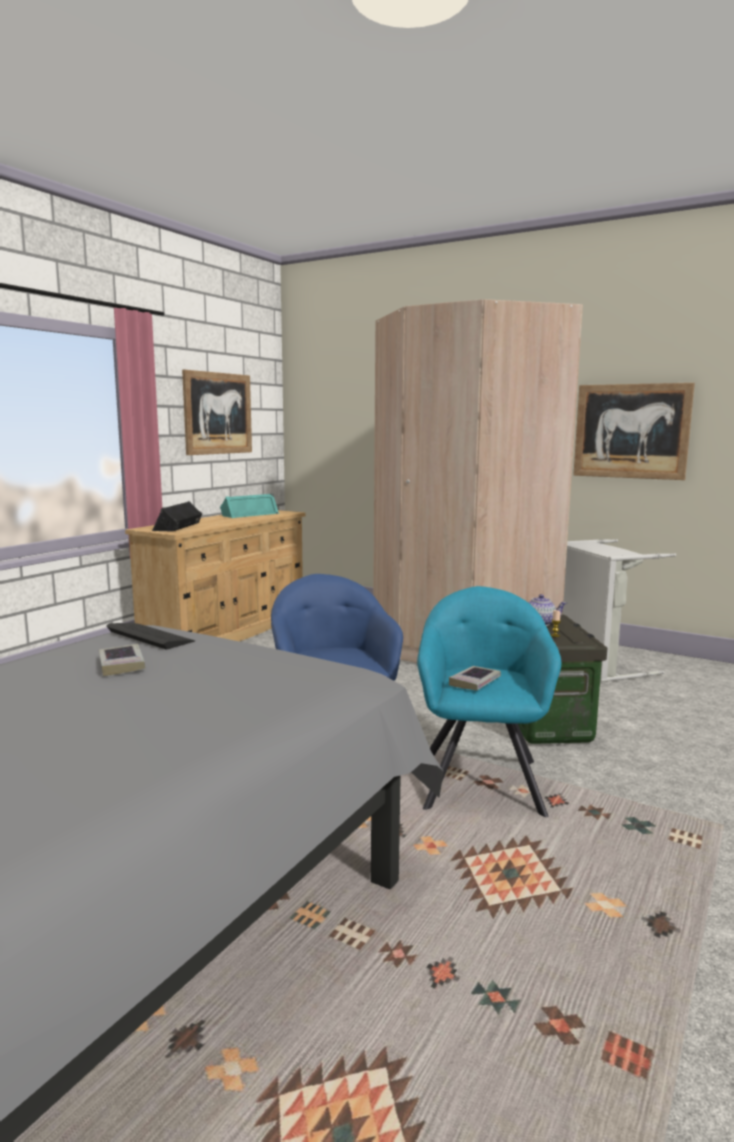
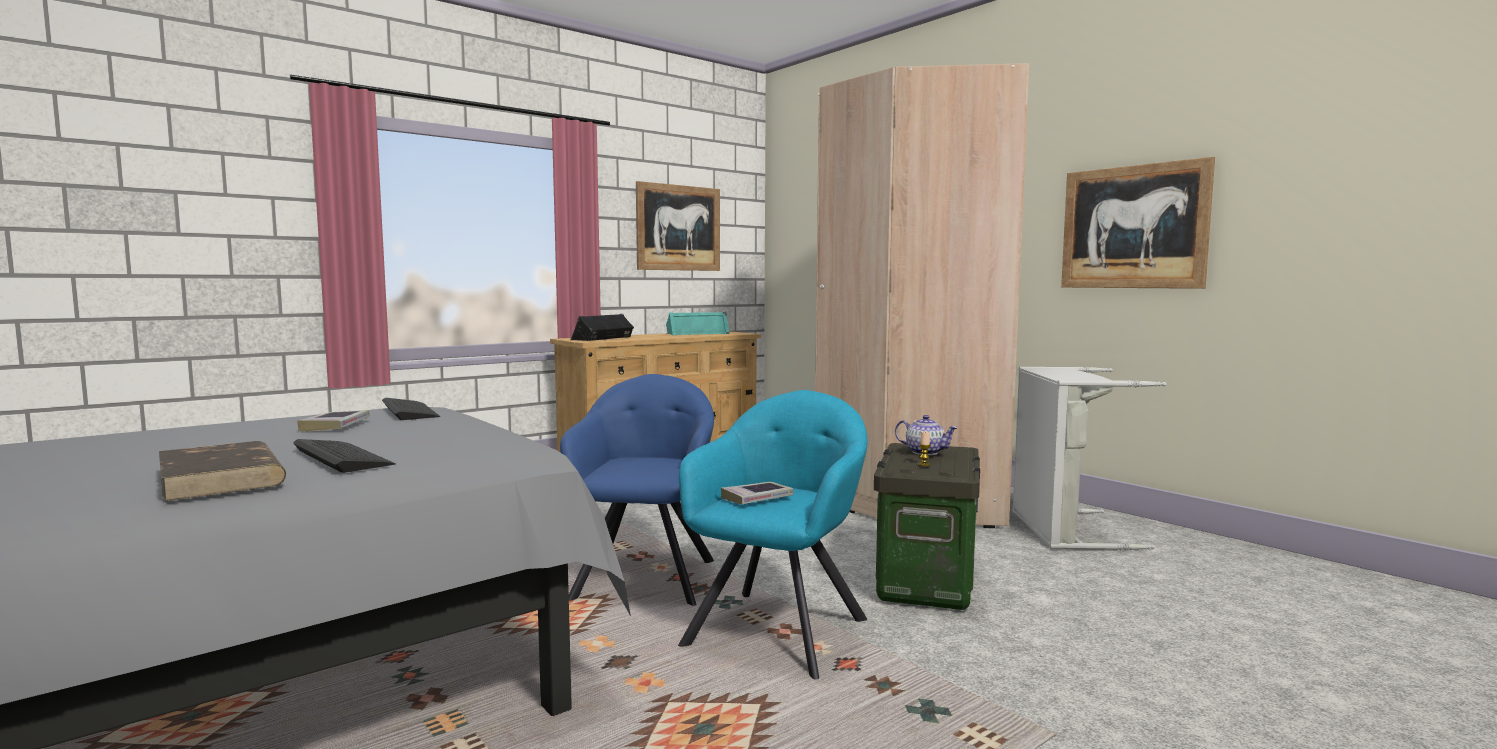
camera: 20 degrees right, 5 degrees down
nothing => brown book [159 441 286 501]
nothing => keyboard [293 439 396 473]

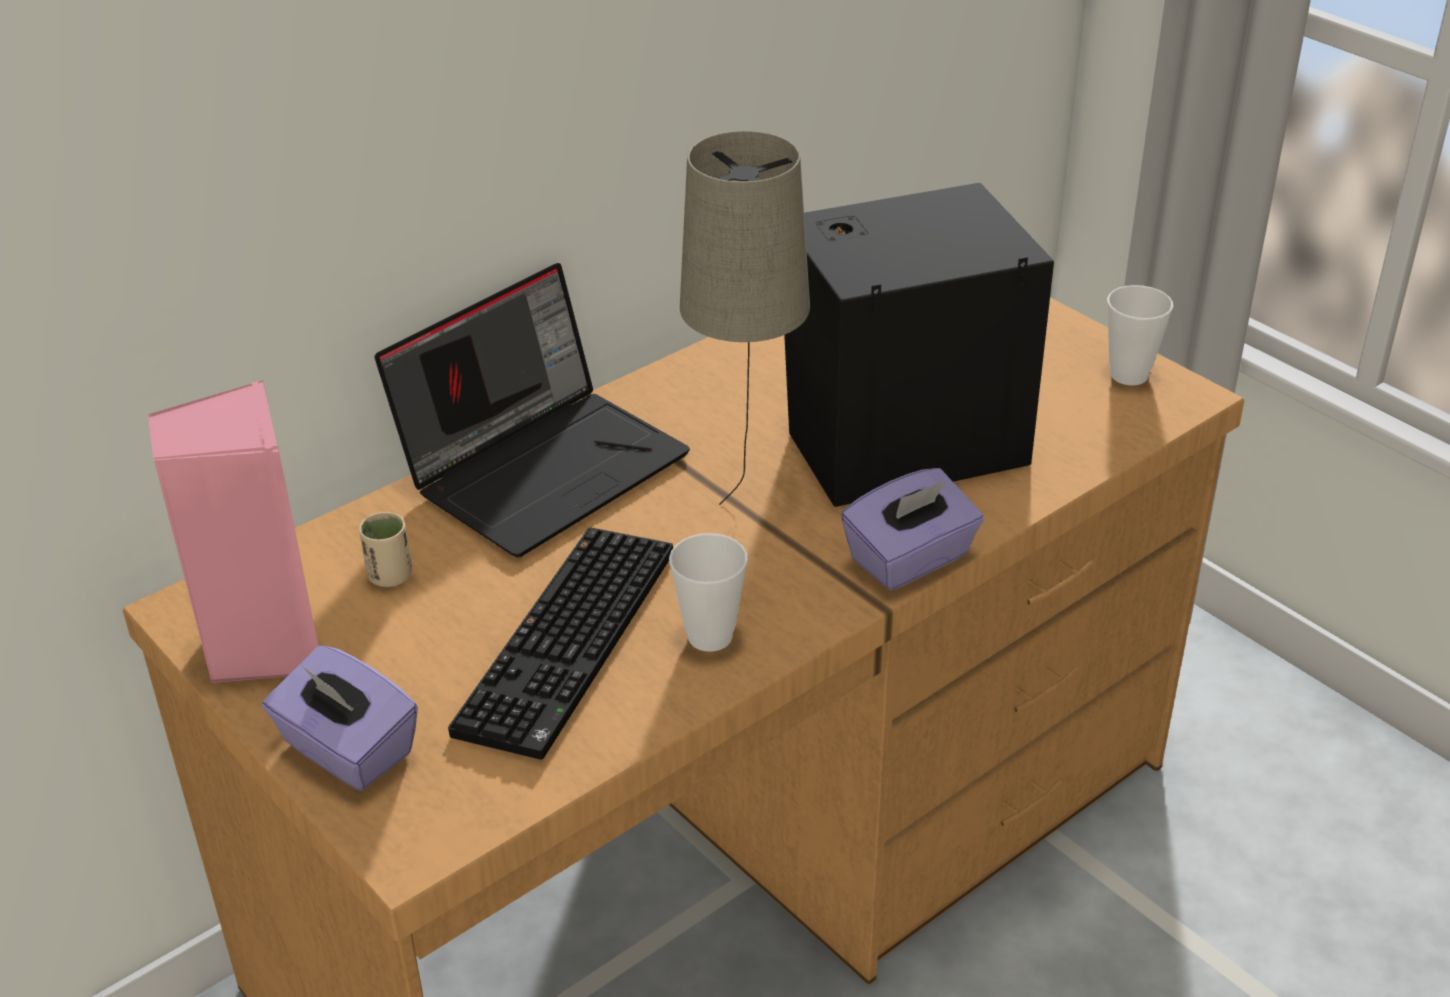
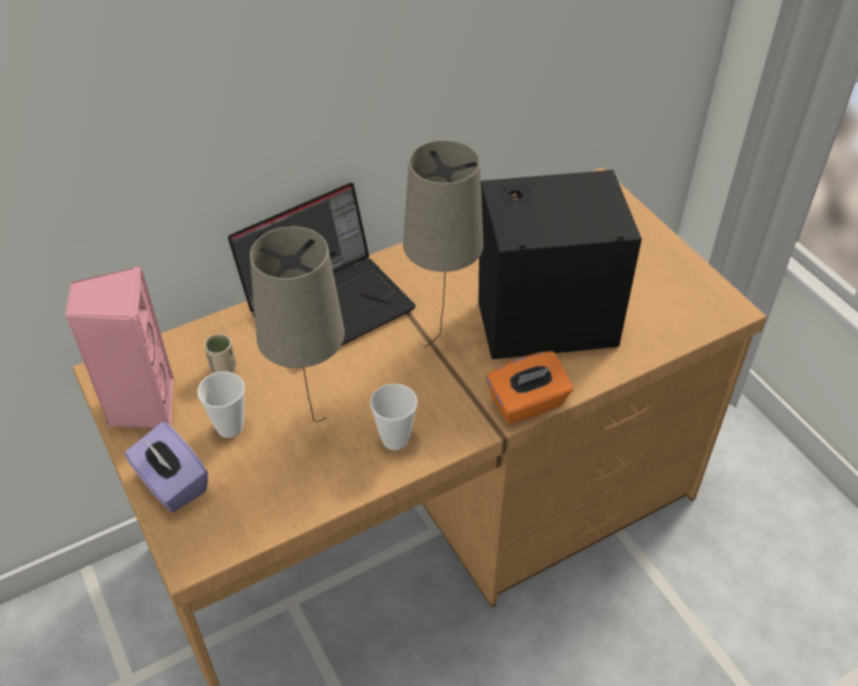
camera: 10 degrees right, 10 degrees up
cup [1107 285 1173 385] => cup [197 371 245 438], relocated
keyboard [448 527 673 760] => beige table lamp [250 226 345 422]
purple tissue box [841 468 984 590] => orange tissue box [486 351 573 425]

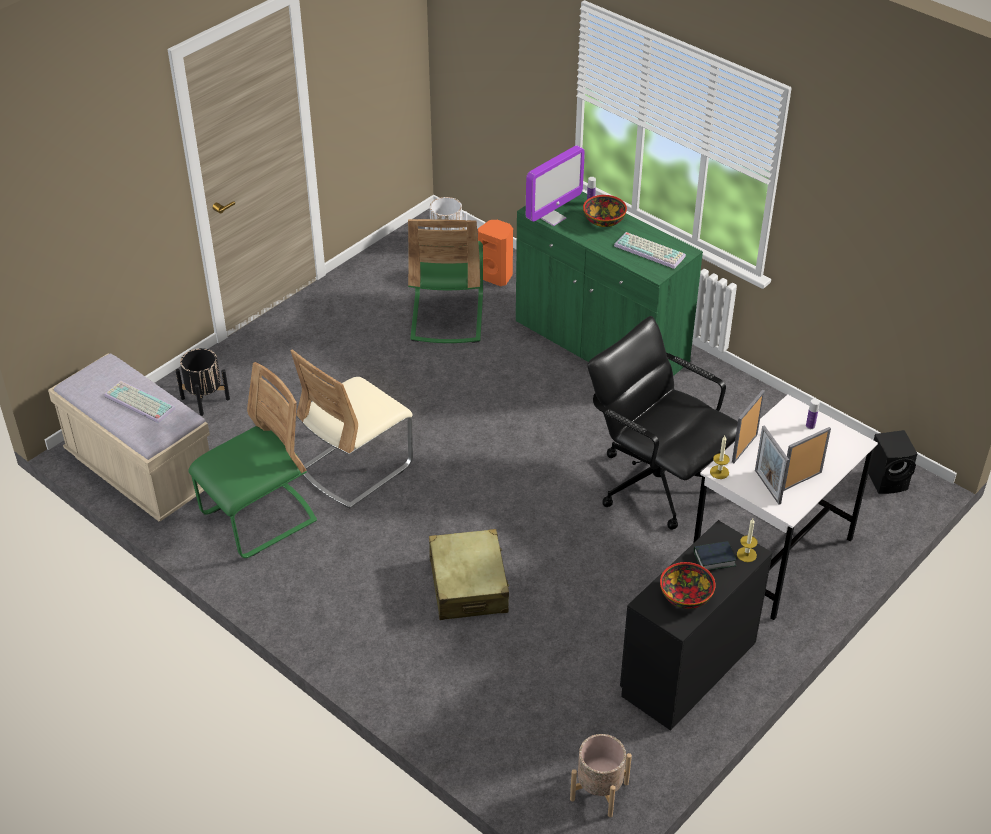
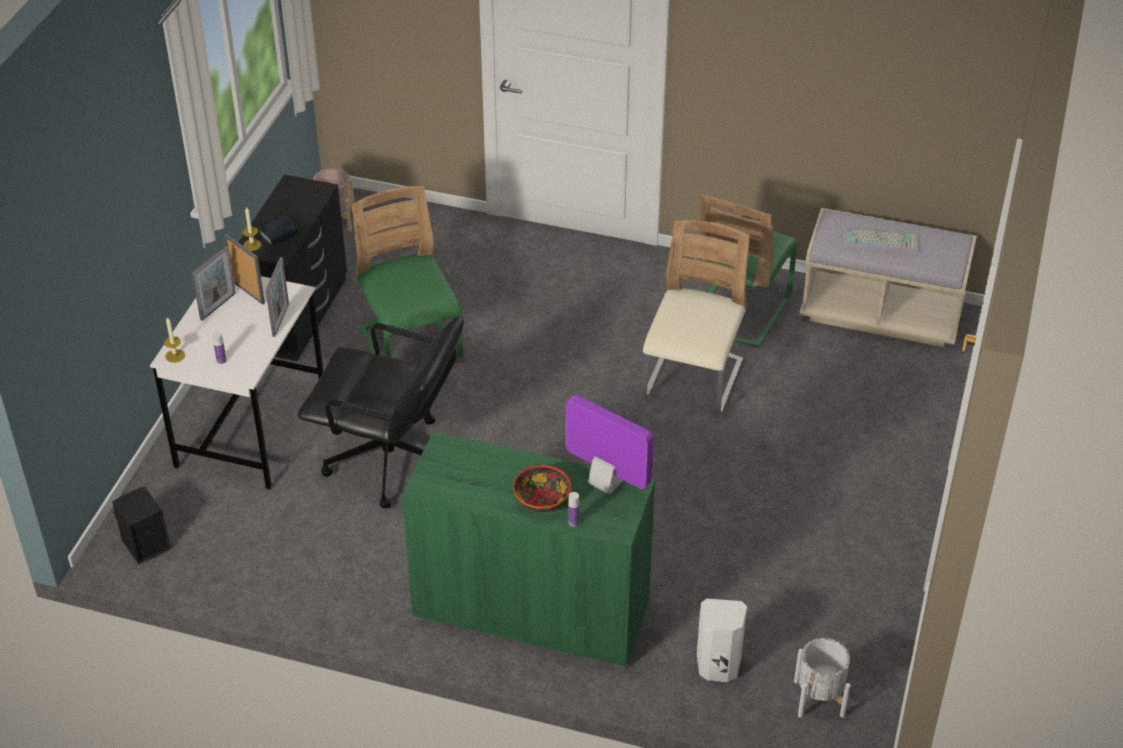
camera: 155 degrees right, 0 degrees up
black planter [175 348 230 416] => nothing
beige suitcase [429 529 509 620] => nothing
keyboard [614 232 686 269] => nothing
bowl [660 562 716 609] => nothing
green chair [408 219 483 343] => green chair [352 186 463 358], relocated
candle [710 436 730 479] => candle [164 317 185 363], relocated
orange speaker [478 220 513 286] => white speaker [697 599 747 682]
monitor [526 145 585 226] => monitor [566 395 654 494], 105 degrees clockwise

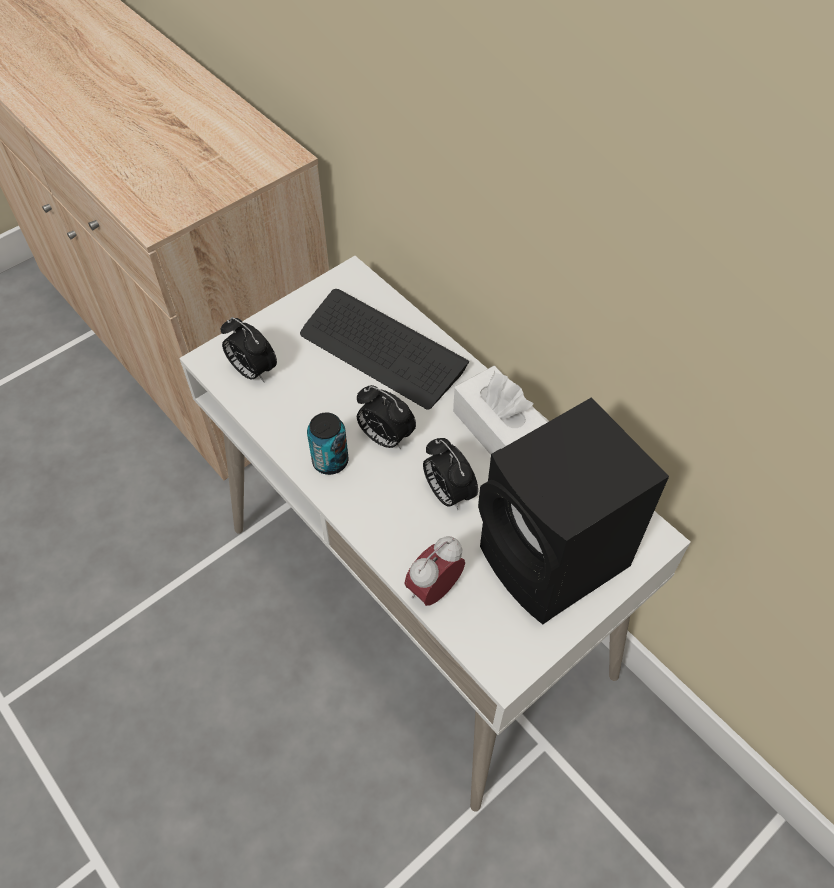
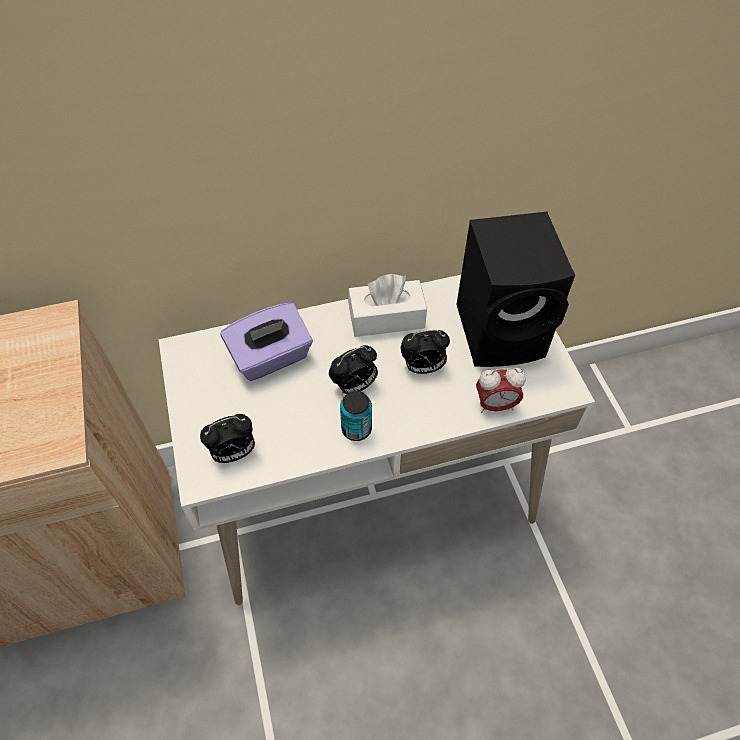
camera: 65 degrees left, 0 degrees up
keyboard [300 289 469 410] => purple tissue box [220 302 313 381]
alarm clock [405 536 465 606] => alarm clock [476 368 526 413], 75 degrees counterclockwise

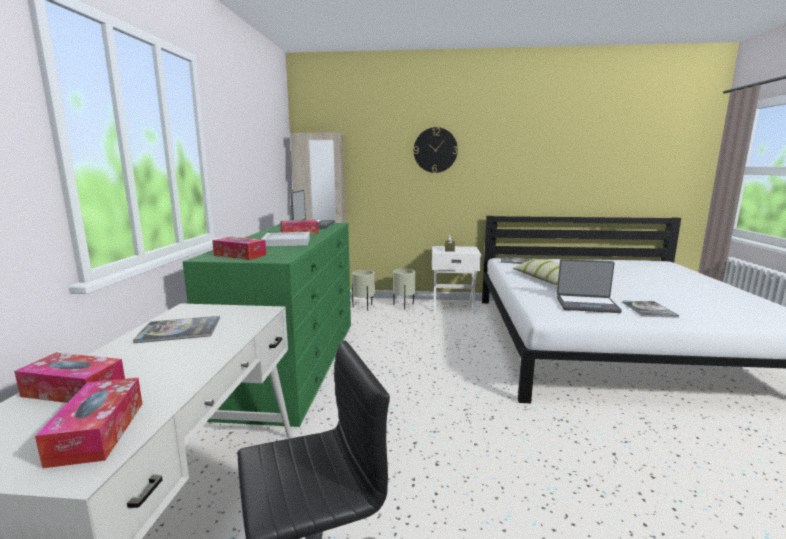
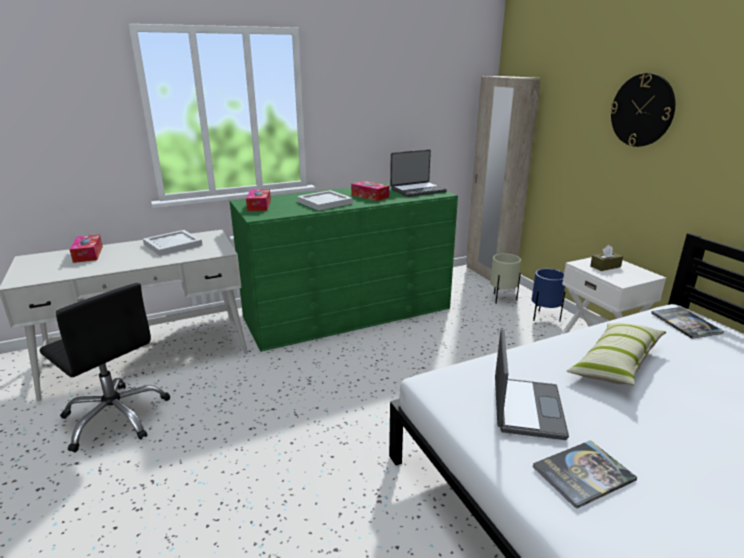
camera: 60 degrees right, 10 degrees up
tissue box [35 378 142 468] => nothing
book [133 316 220 343] => white tray [143 230 203 256]
beige planter [393 269 415 309] => blue planter [532 269 565 322]
laptop [557 259 622 313] => laptop [495 329 569 440], 150 degrees counterclockwise

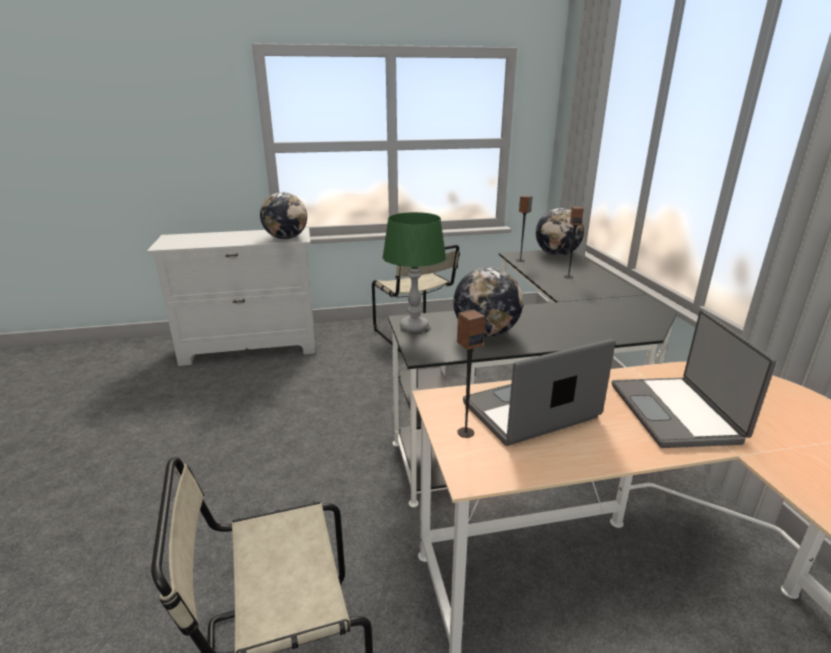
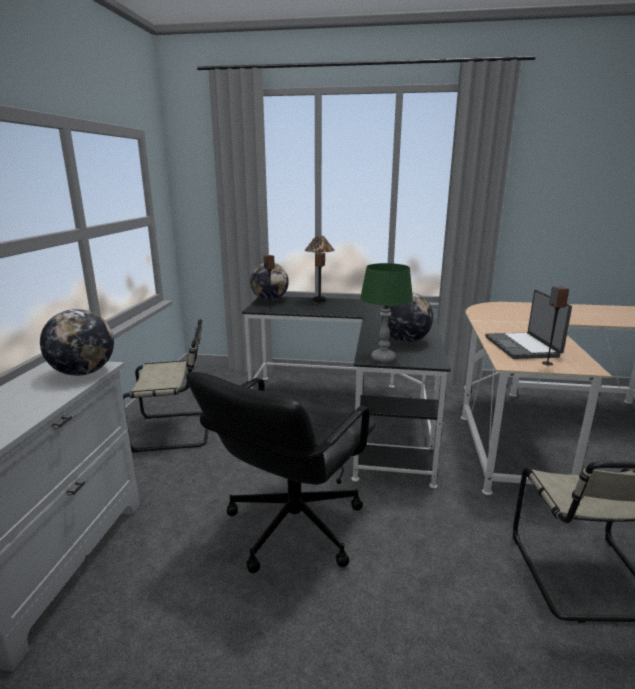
camera: 70 degrees left, 5 degrees down
laptop [612 311 776 448] => nothing
nothing => black office chair [186 372 376 573]
nothing => table lamp [305 236 335 302]

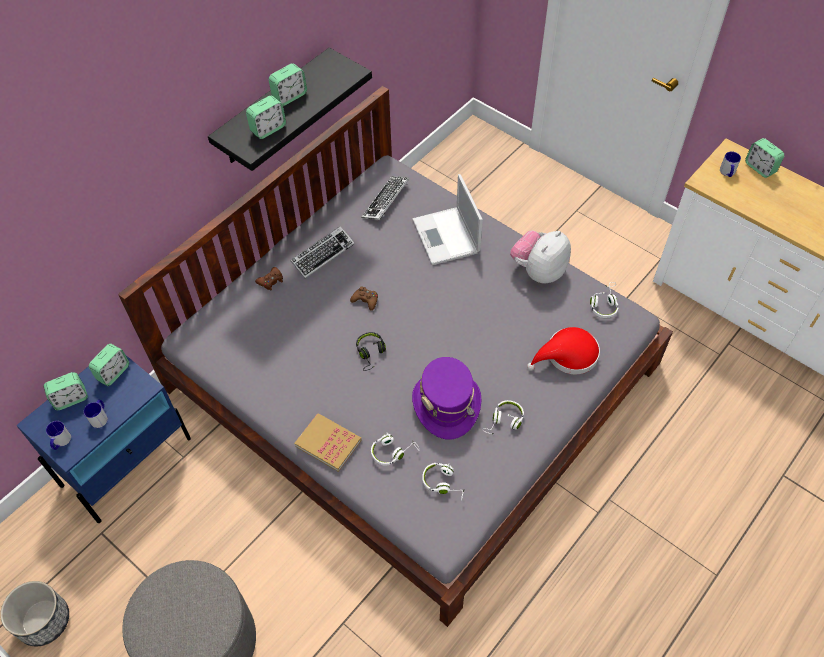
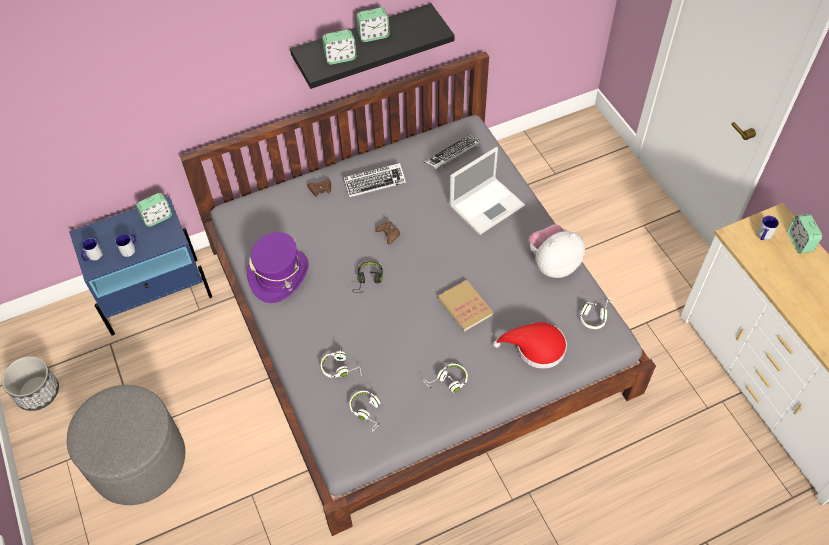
camera: 25 degrees right, 0 degrees up
alarm clock [44 372 88 410] => nothing
book [294 413 362 472] => book [438 280 494 332], relocated
purple hat [412 357 481 440] => purple hat [247 232 309 303], relocated
laptop [412 174 483 265] => laptop [449 147 525 235], 135 degrees counterclockwise

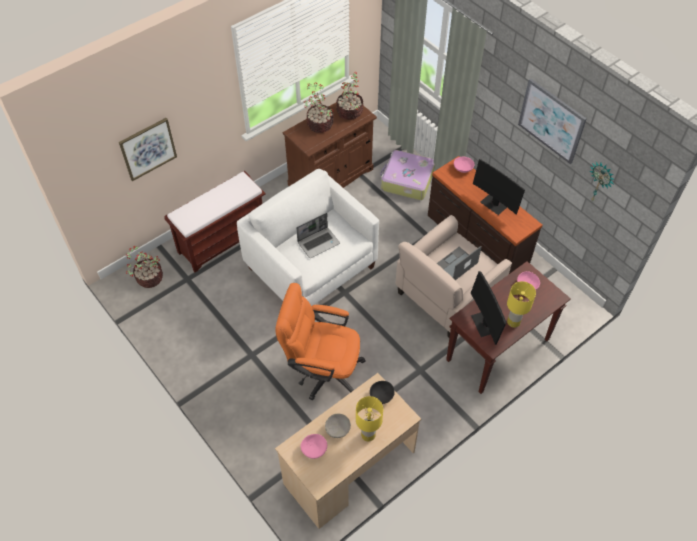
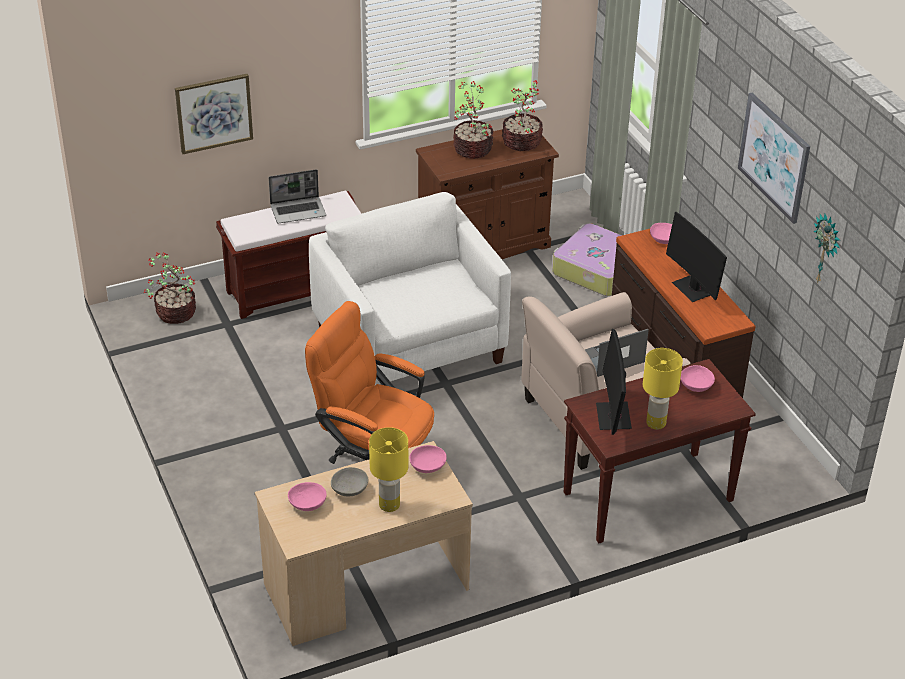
camera: 15 degrees right, 15 degrees down
laptop [296 213 340 258] => laptop [269 169 326 223], relocated
black bowl [370 381 395 404] => pink bowl [409 445 446 473]

